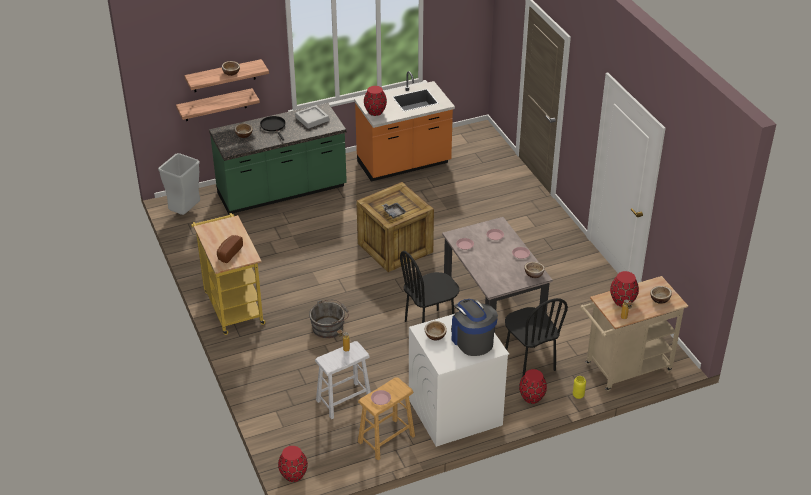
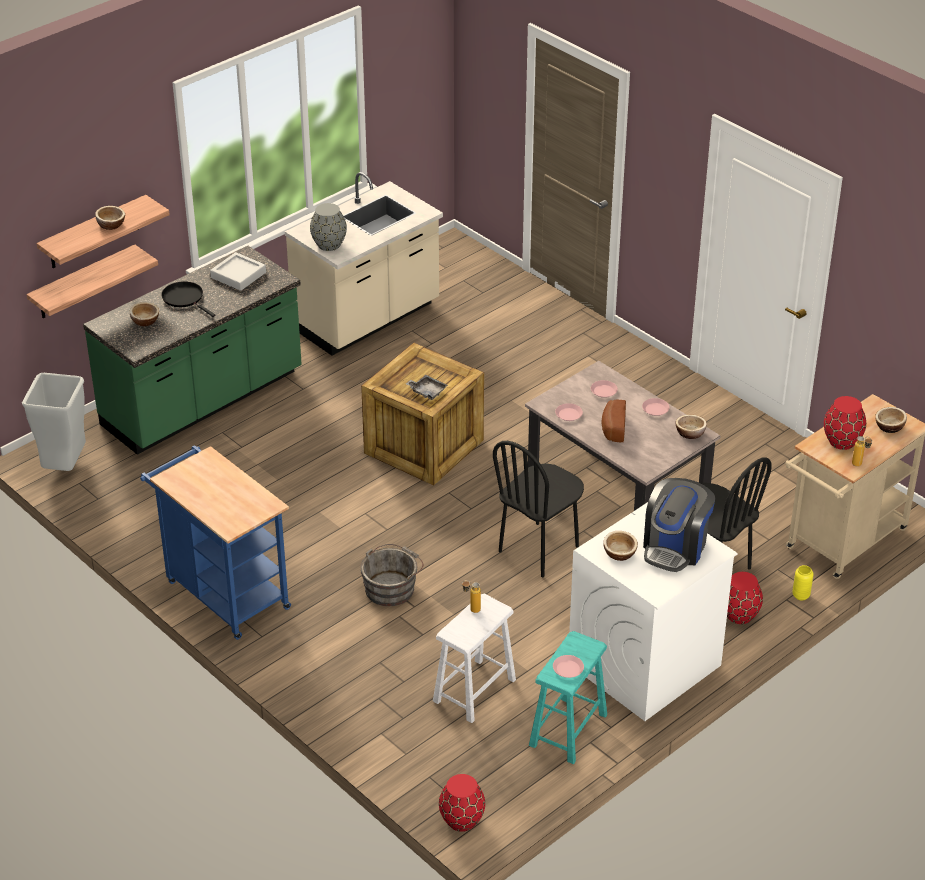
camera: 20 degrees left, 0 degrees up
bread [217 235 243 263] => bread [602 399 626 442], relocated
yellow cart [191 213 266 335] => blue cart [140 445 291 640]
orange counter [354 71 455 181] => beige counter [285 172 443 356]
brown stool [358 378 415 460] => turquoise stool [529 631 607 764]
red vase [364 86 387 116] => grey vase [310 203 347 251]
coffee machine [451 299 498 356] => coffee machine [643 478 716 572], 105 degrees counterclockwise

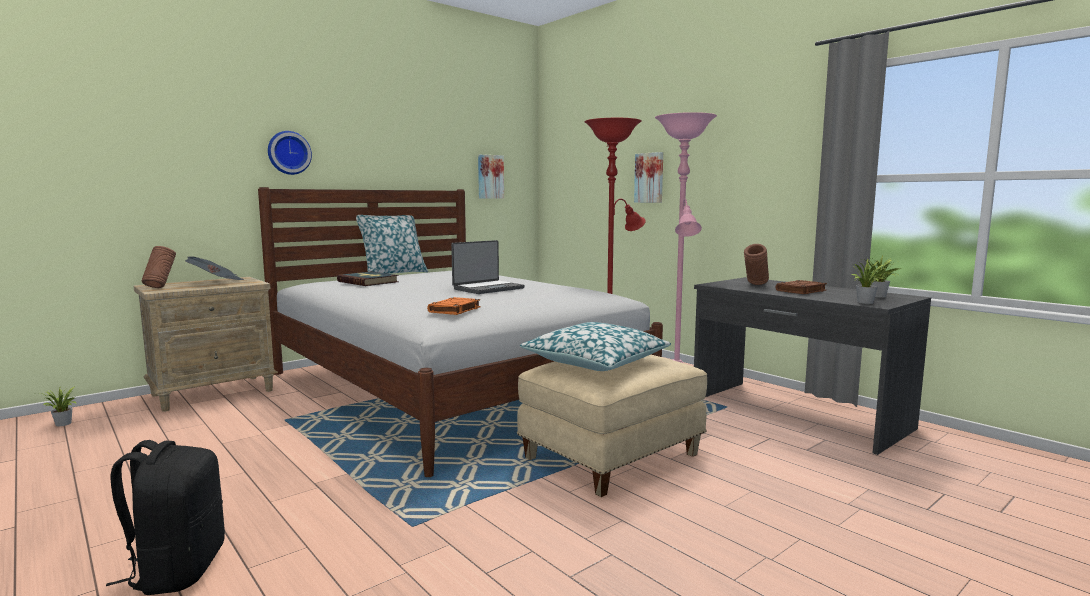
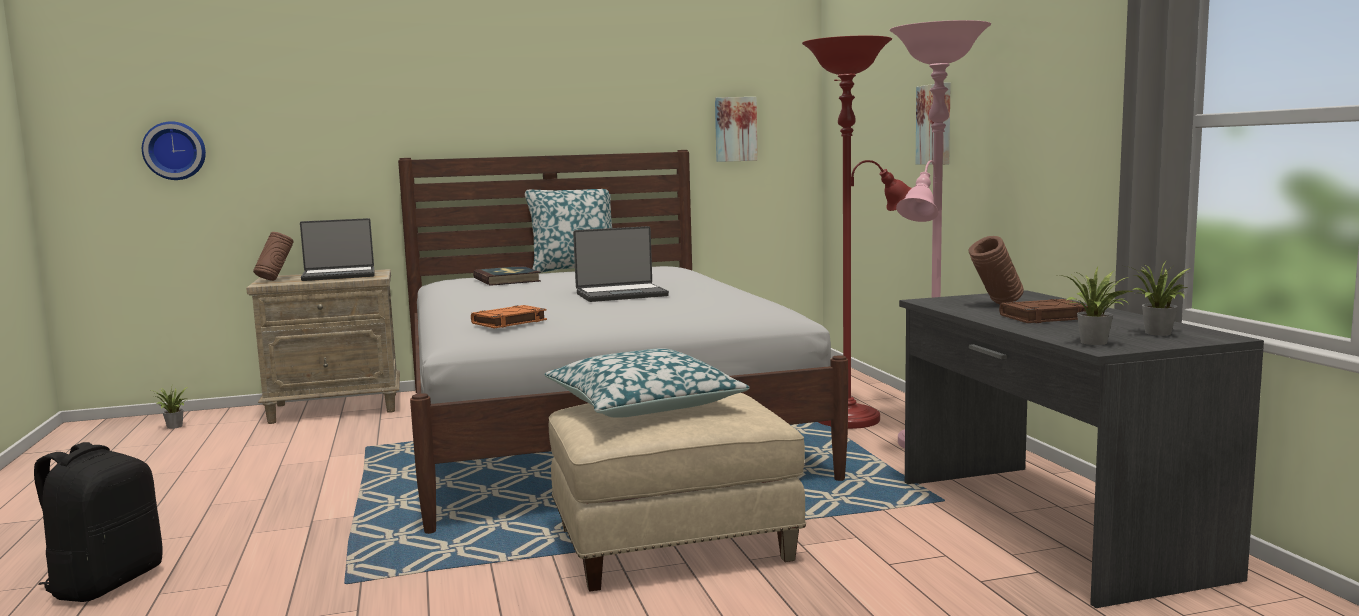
camera: 25 degrees right, 0 degrees up
wall clock [268 131 312 175] => wall clock [142 121 206 180], relocated
newspaper [185 256 244 280] => laptop [300 218 375 281]

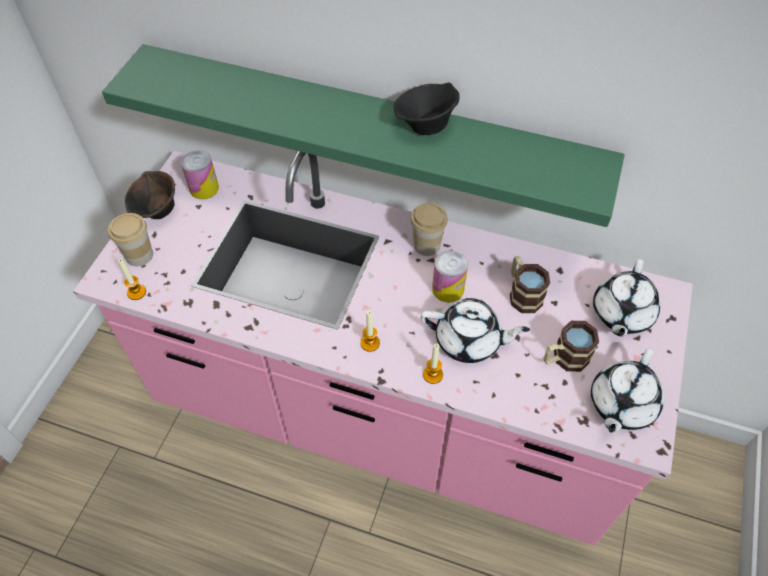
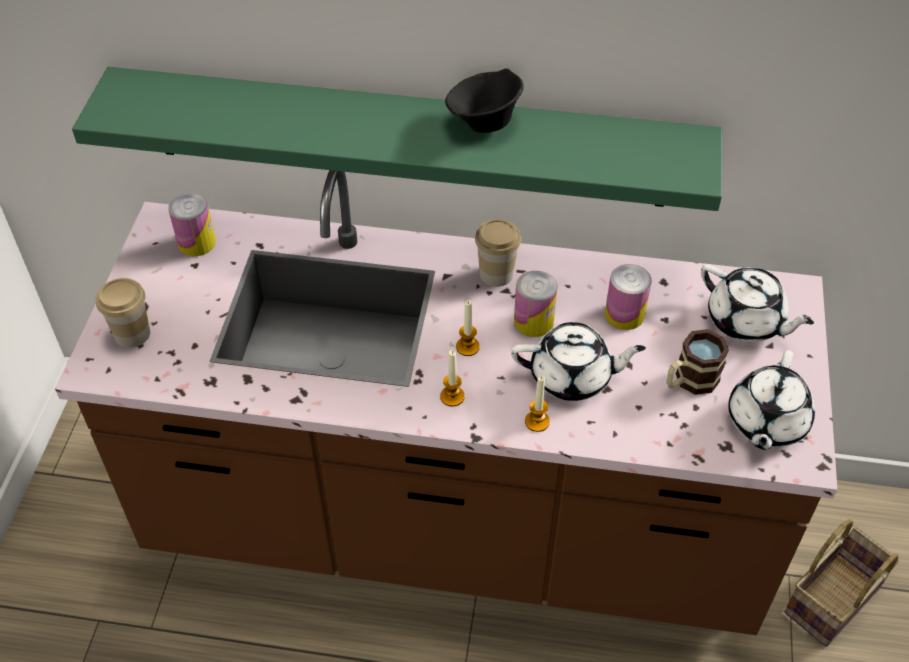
camera: 10 degrees left, 5 degrees down
brown bowl [125 171 175 219] => nothing
nothing => basket [784 519 899 647]
candle [118 258 146 300] => candle [456 300 480 356], relocated
mug [510 256 550 313] => can [605 264 652 330]
pink counter [73 151 693 546] => brown counter [55 170 838 635]
white teapot [593 259 660 336] => white teapot [701 264 814 342], 60 degrees counterclockwise

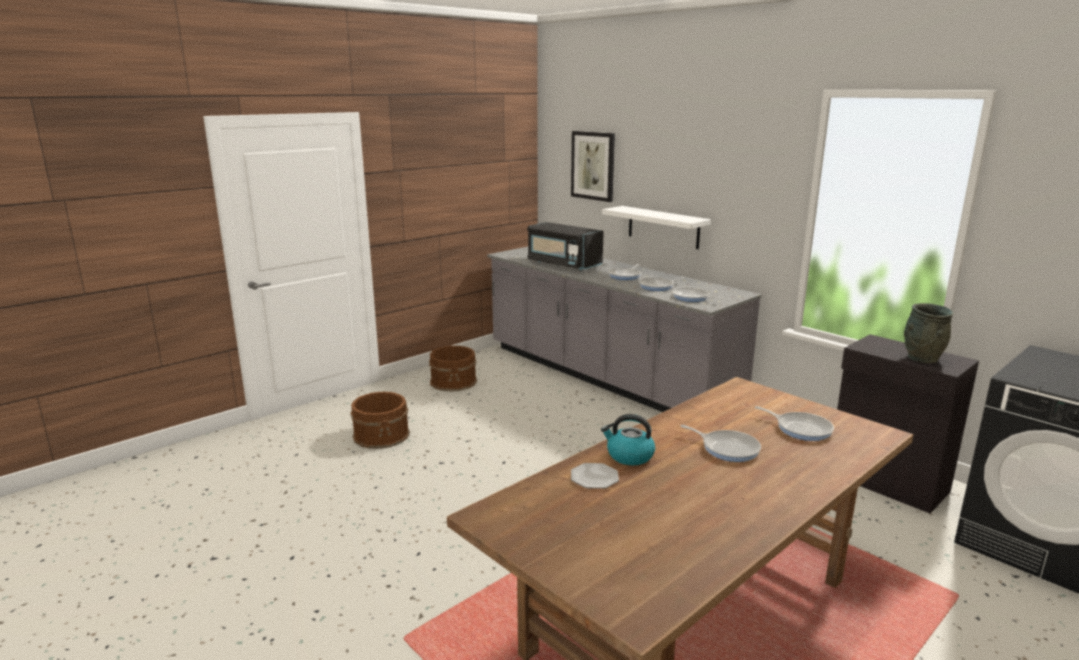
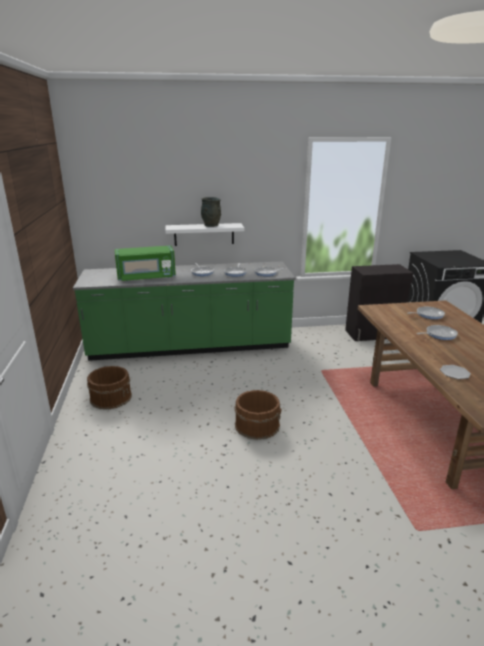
camera: 55 degrees left, 5 degrees up
picture [571 131 615 202] => nothing
kettle [601 414 655 465] => nothing
brown bucket [350 392 410 449] => brown bucket [235 390 282 440], relocated
grey vase [904 303 954 363] => grey vase [201 197 221 227], relocated
grey counter [487 247 761 412] => green counter [73 261 296 361]
black microwave [527 222 604 270] => green microwave [115 245 176 281]

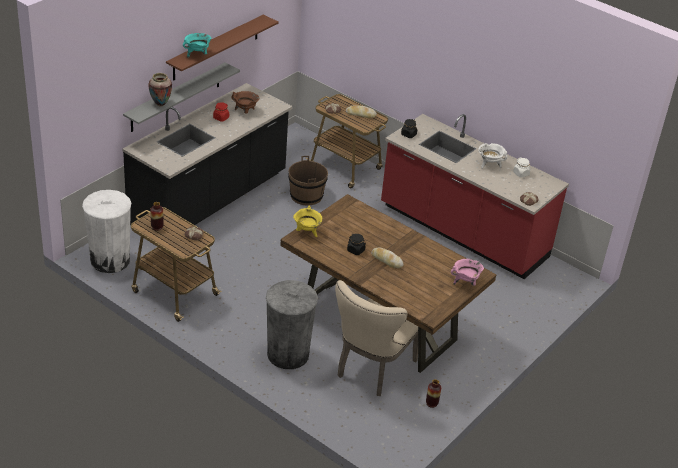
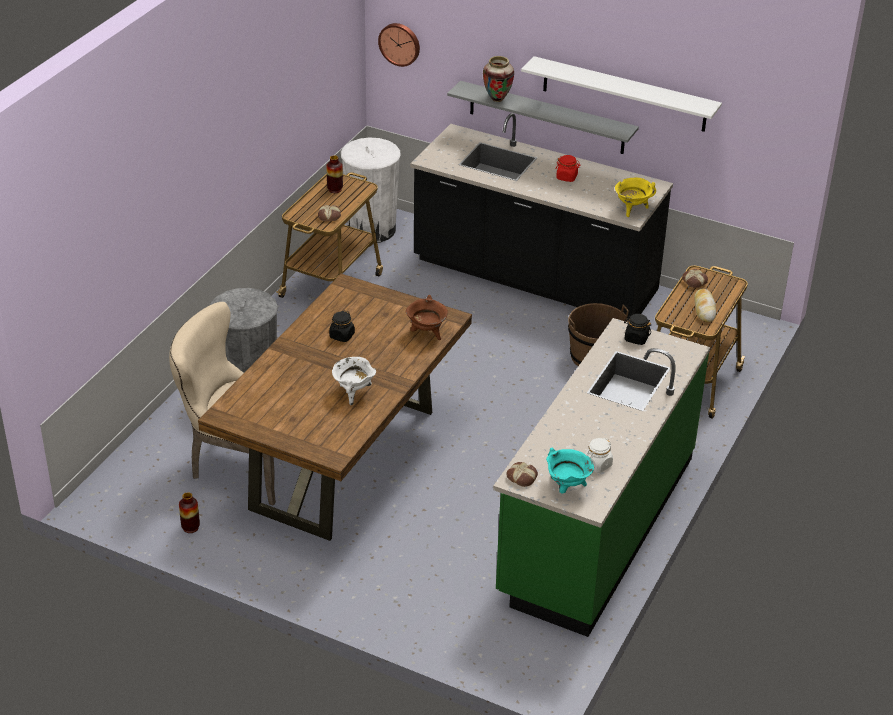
camera: 80 degrees right, 0 degrees up
bread [371 247 404 269] => nothing
pink cooking pot [451 259 484 286] => nothing
nothing => wall clock [378 23 420 67]
turquoise cooking pot [183 33 211 58] => turquoise cooking pot [546 447 594 494], relocated
brown cooking pot [232 91 259 114] => brown cooking pot [406 295 448 340], relocated
yellow cooking pot [293 206 322 237] => yellow cooking pot [615 178 656 217], relocated
white cooking pot [479 143 508 169] => white cooking pot [332 357 376 405], relocated
brown shelf [166 15 279 80] => white shelf [521 56 722 132]
red counter [381 114 569 279] => green counter [493 318 710 637]

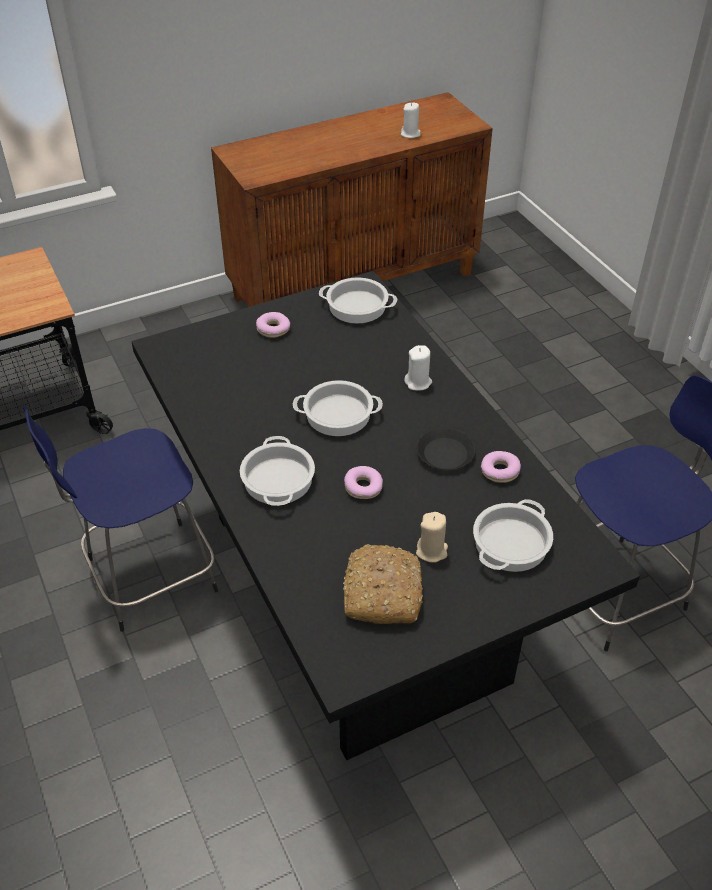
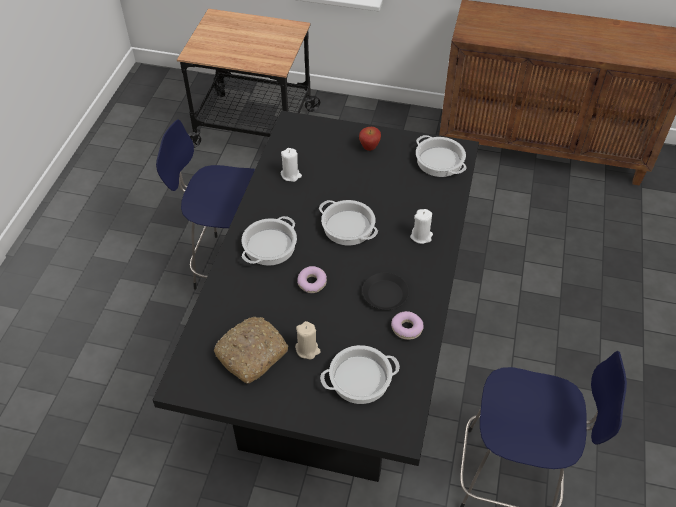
camera: 40 degrees right, 5 degrees up
white candle [401 102 421 138] => white candle [281 148 302 182], relocated
donut [256 312 290 338] => apple [359 127 381 151]

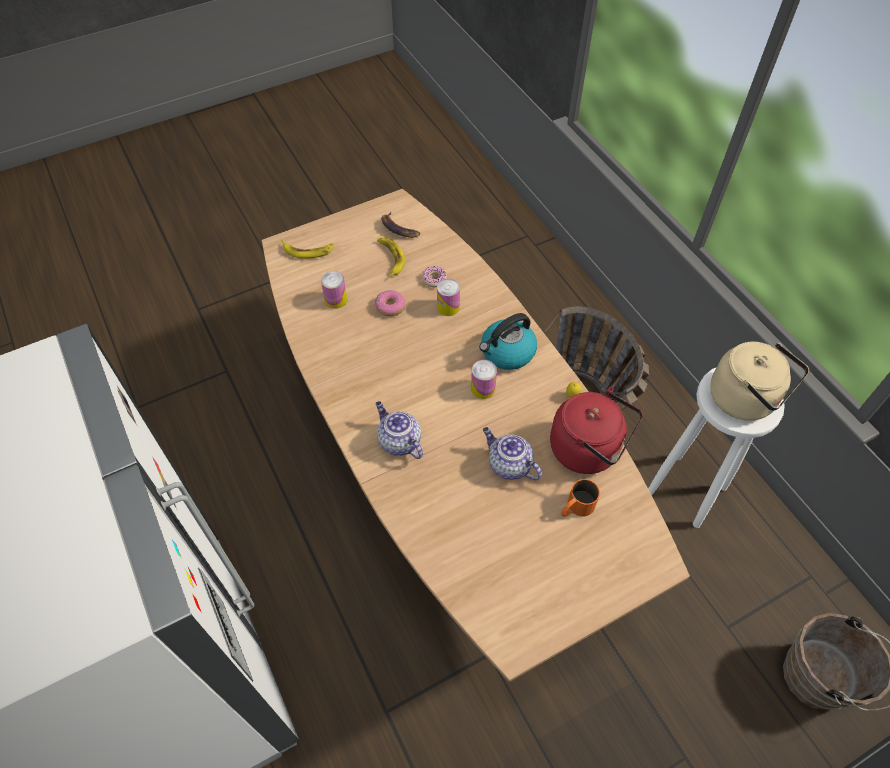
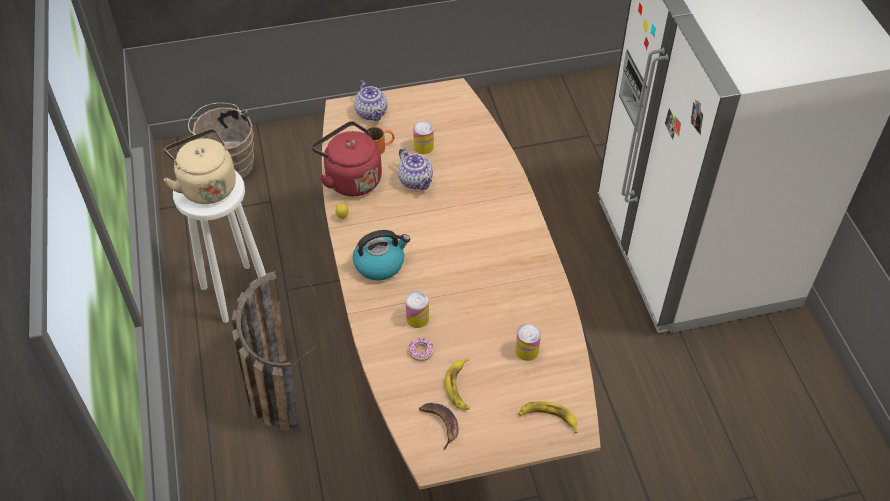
camera: 165 degrees left, 5 degrees down
donut [375 290 405 316] => nothing
teapot [375 401 423 459] => teapot [354 80 388 121], relocated
can [471 360 497 399] => can [413 121 434 154], relocated

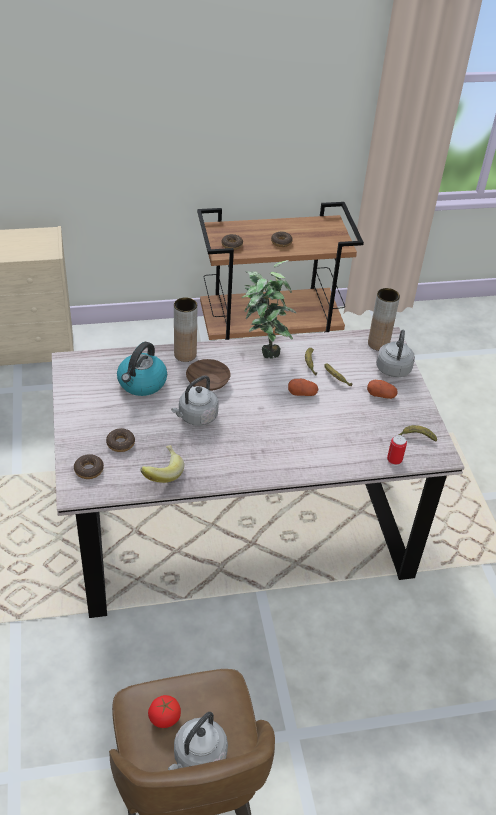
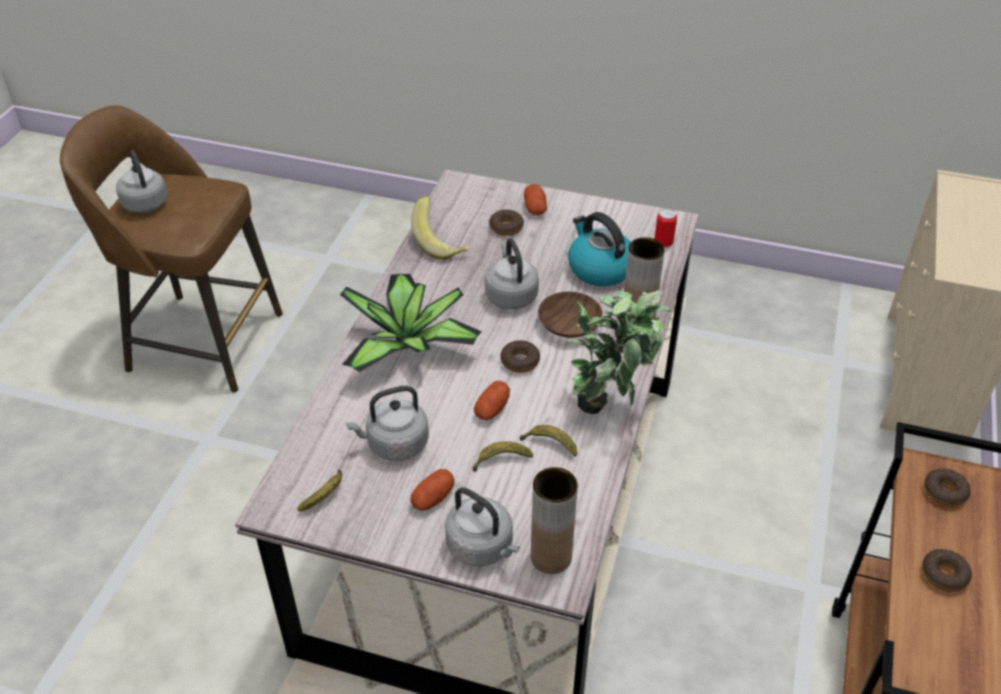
camera: 120 degrees right, 0 degrees up
tomato [148 695 181 728] => nothing
nothing => potted plant [340 274 482 372]
nothing => grey kettle [346 386 429 461]
nothing => potato [524 184 547 215]
donut [74 454 104 479] => donut [500 340 540 373], relocated
can [387 435 407 466] => can [654 208 677 249], relocated

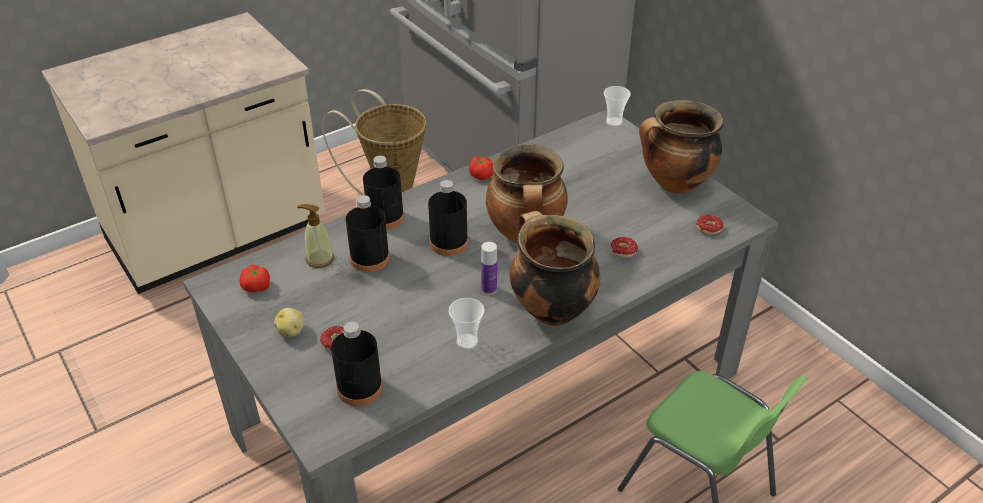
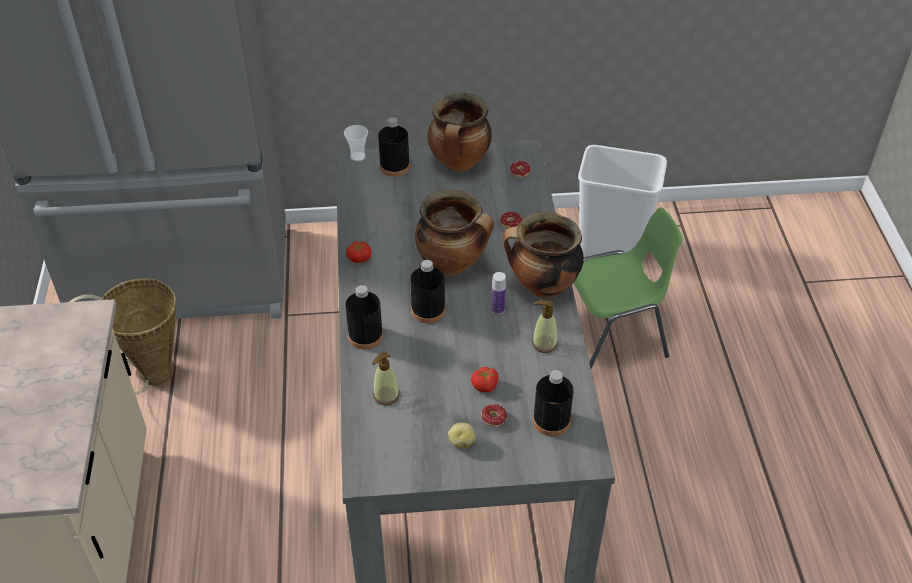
camera: 60 degrees left, 5 degrees up
nothing => white trash can [578 145 667 256]
tomato [240 265 270 292] => tomato [471 367 499 392], relocated
black bottle [346 195 390 272] => black bottle [378 117 410 177], relocated
cup [448 298 484 350] => soap dispenser [532 300 558 353]

